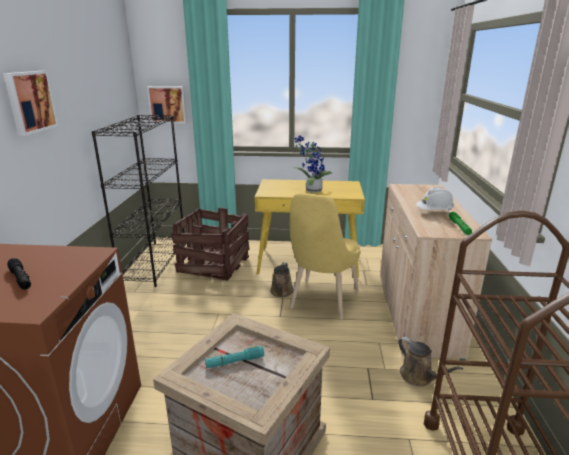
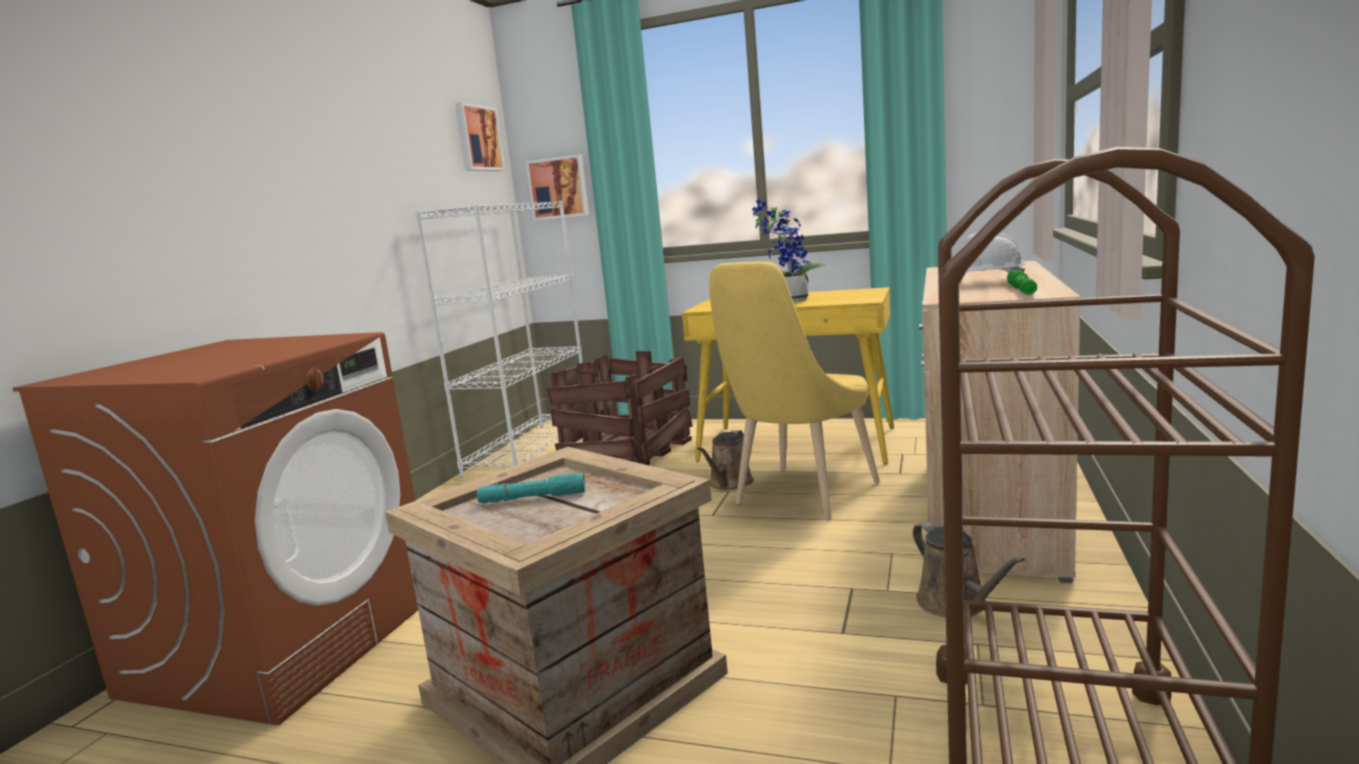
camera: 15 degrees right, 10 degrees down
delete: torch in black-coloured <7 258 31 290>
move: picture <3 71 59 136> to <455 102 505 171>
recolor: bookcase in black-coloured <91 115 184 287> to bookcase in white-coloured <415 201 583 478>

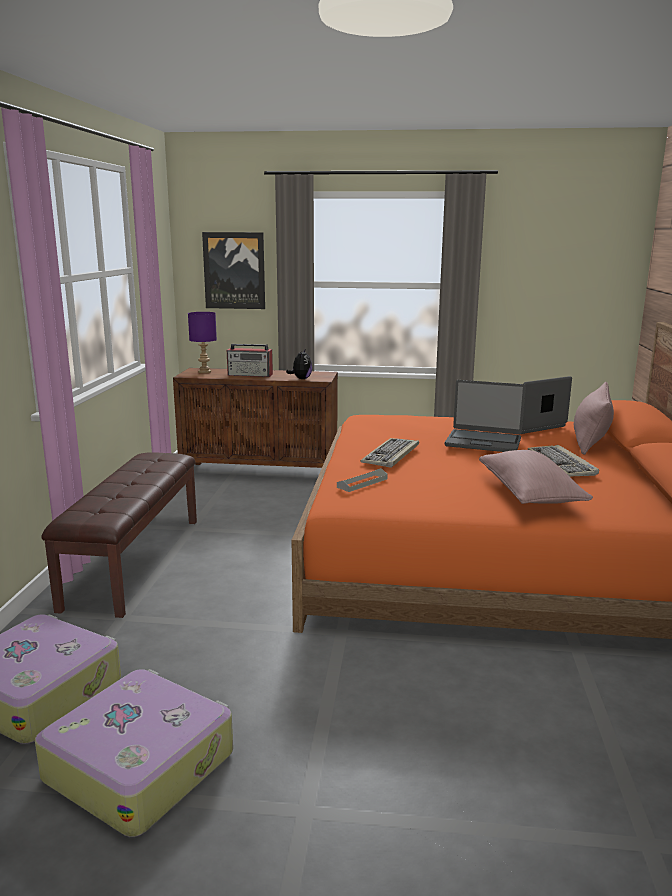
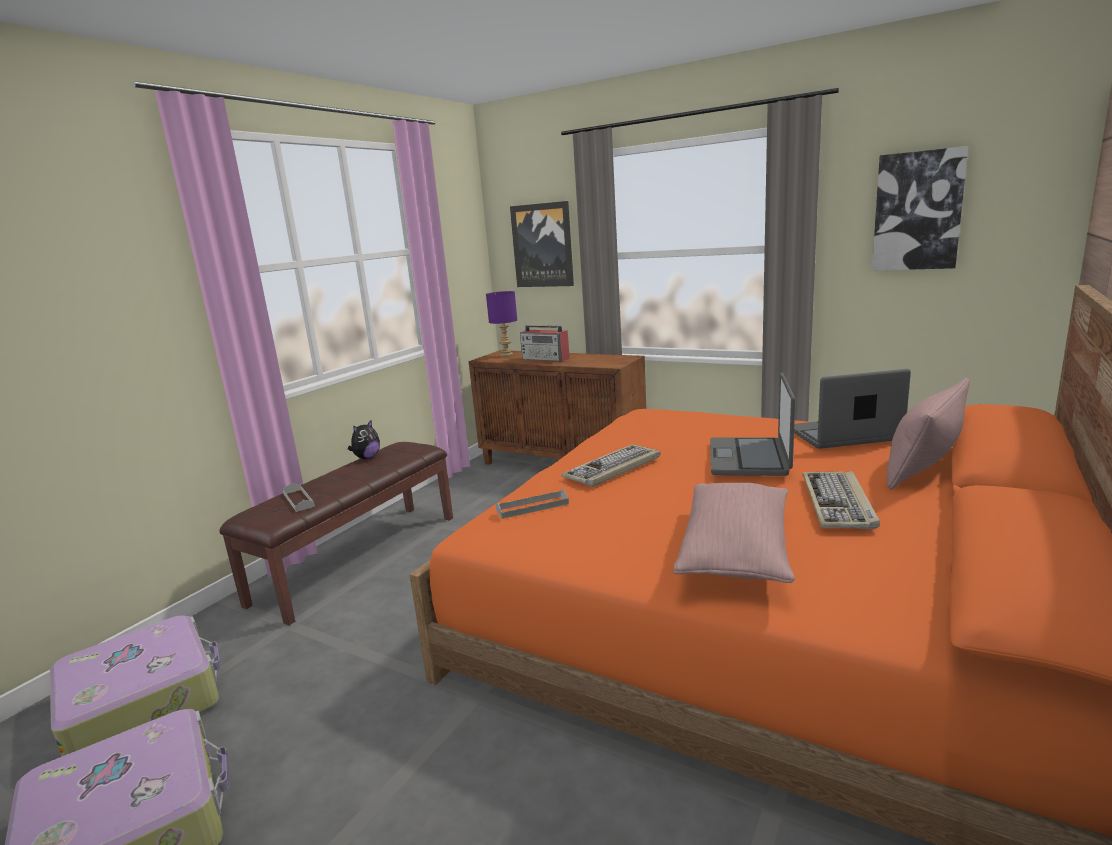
camera: 25 degrees right, 0 degrees up
insert: tray in gray <283 483 315 512>; picture <872 146 968 271>
move: plush toy <286 350 312 379> to <348 419 380 459>
rotate: portable computer <445 380 526 452> = <710 373 795 476> 60 degrees clockwise

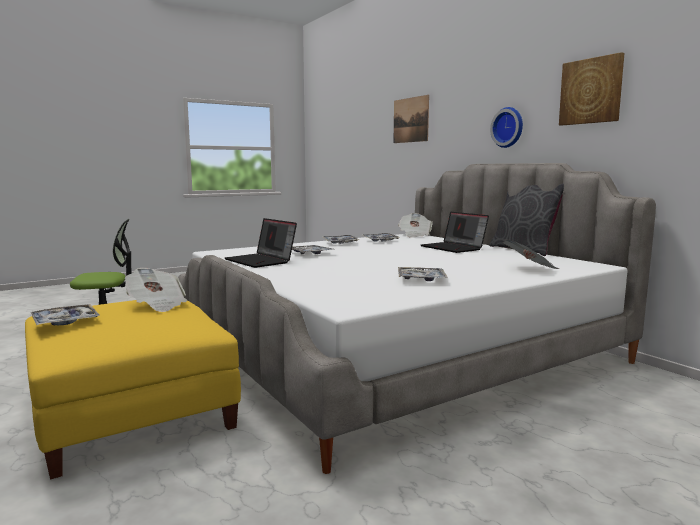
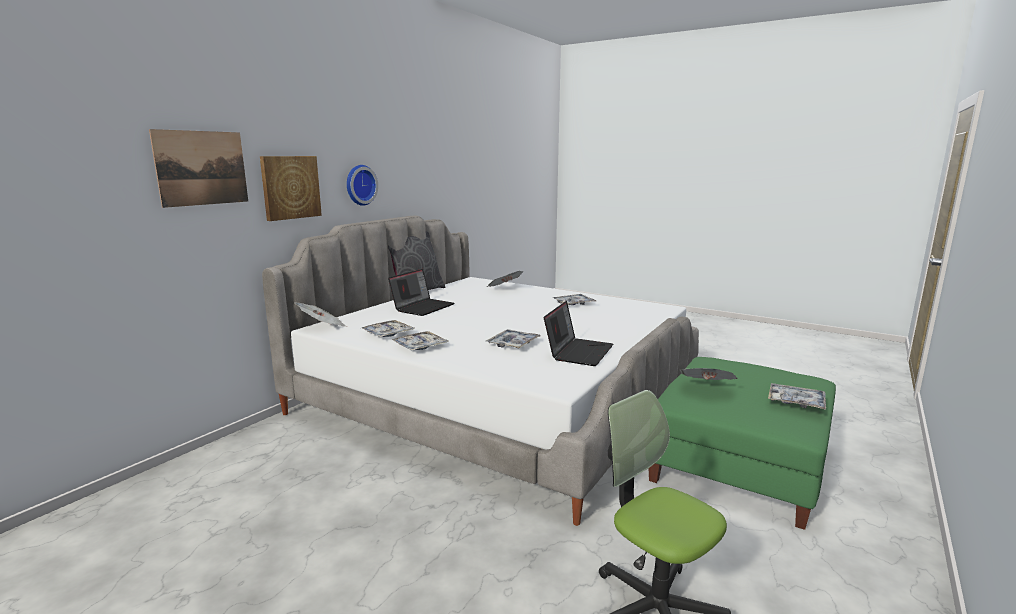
camera: 115 degrees left, 5 degrees up
move: picture <559 52 624 125> to <260 156 322 221>
recolor: pouffe in yellowish <25 300 241 479> to pouffe in green <649 357 836 530>

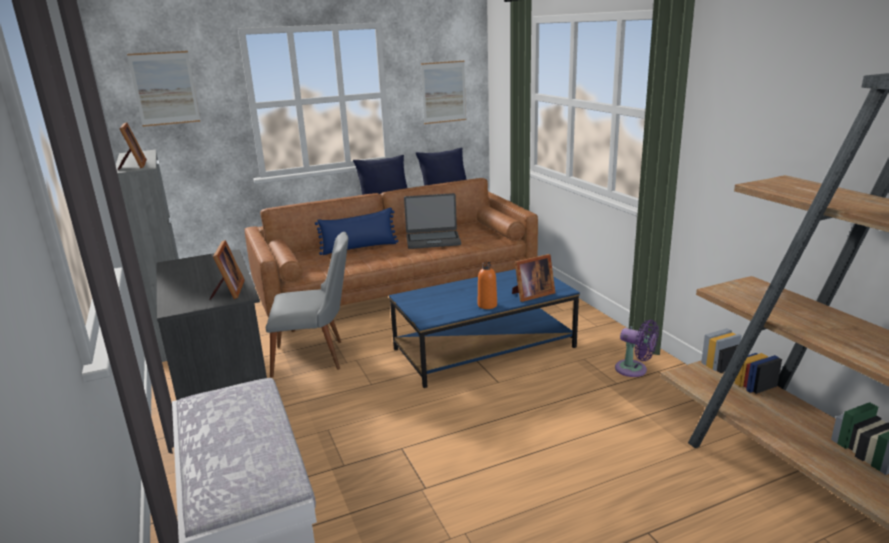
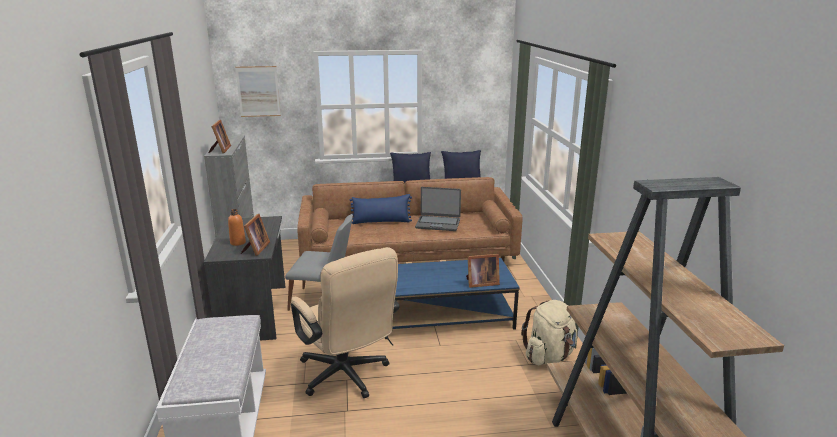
camera: 15 degrees right, 0 degrees up
delete: picture <421 60 466 124>
insert: computer chair in beige-coloured <291 247 400 398>
move: beverage bottle in orange <478 261 497 309> to <228 209 246 246>
replace: fan in purple <615 320 659 377> to rucksack in beige-coloured <521 300 577 365>

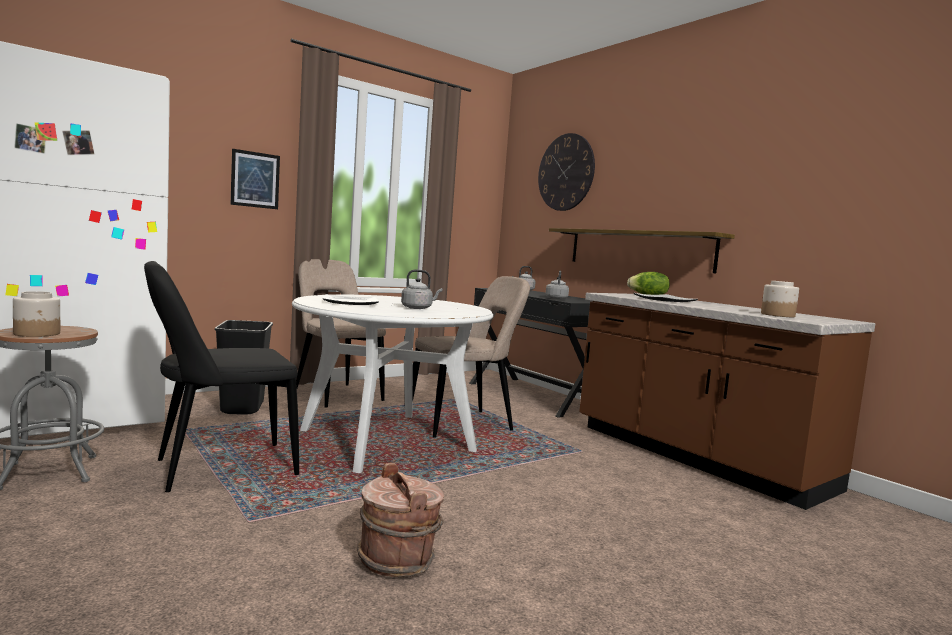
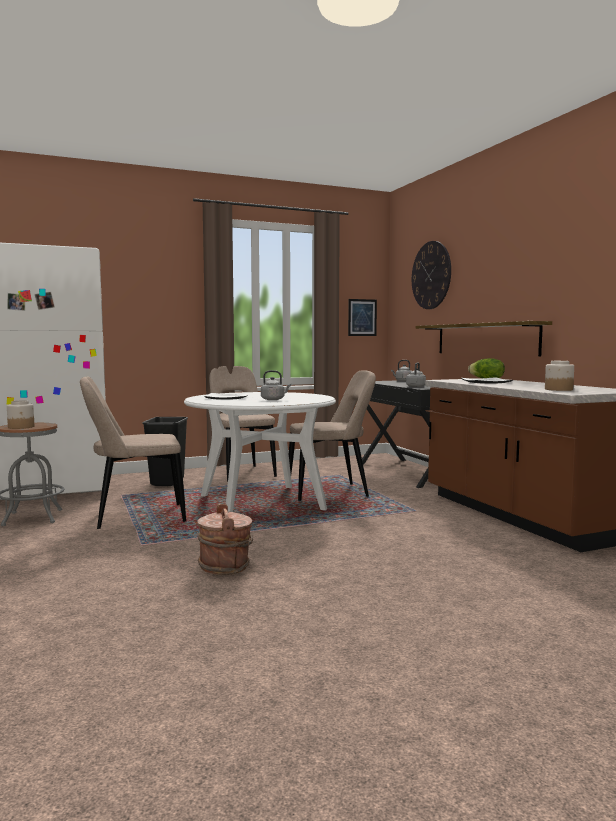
camera: 15 degrees right, 0 degrees up
move: picture <231 149 280 209> to <348 299 377 336>
recolor: upright chair in black-coloured <144 261 299 492> to upright chair in beige-coloured <80 377 186 529>

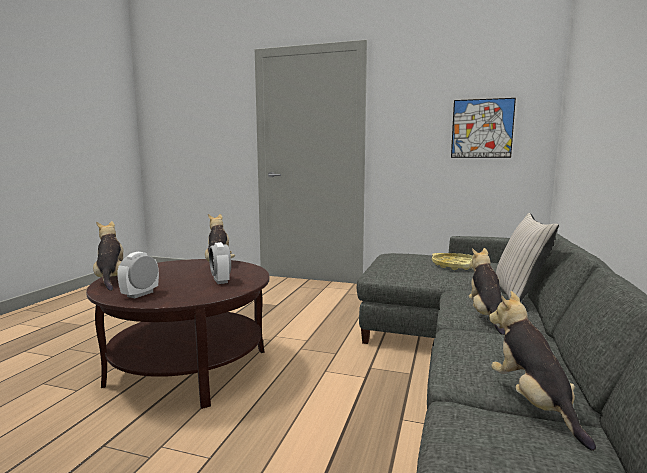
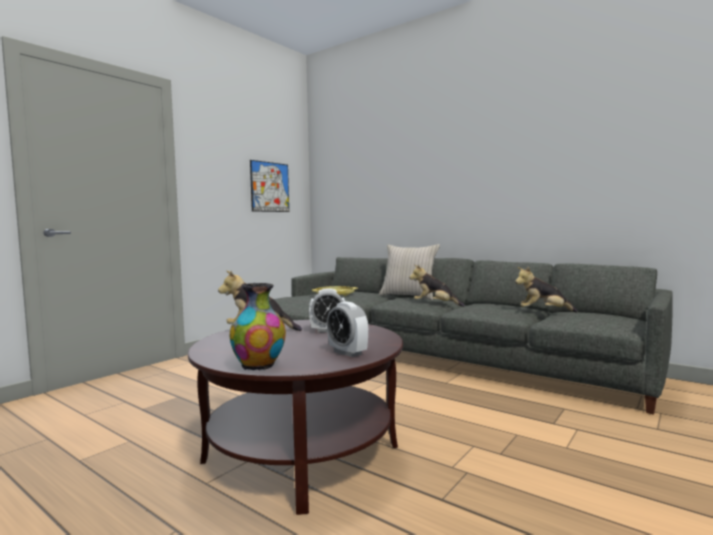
camera: 70 degrees left, 5 degrees down
replace: plush toy <93 221 124 291> to vase <230 283 286 370>

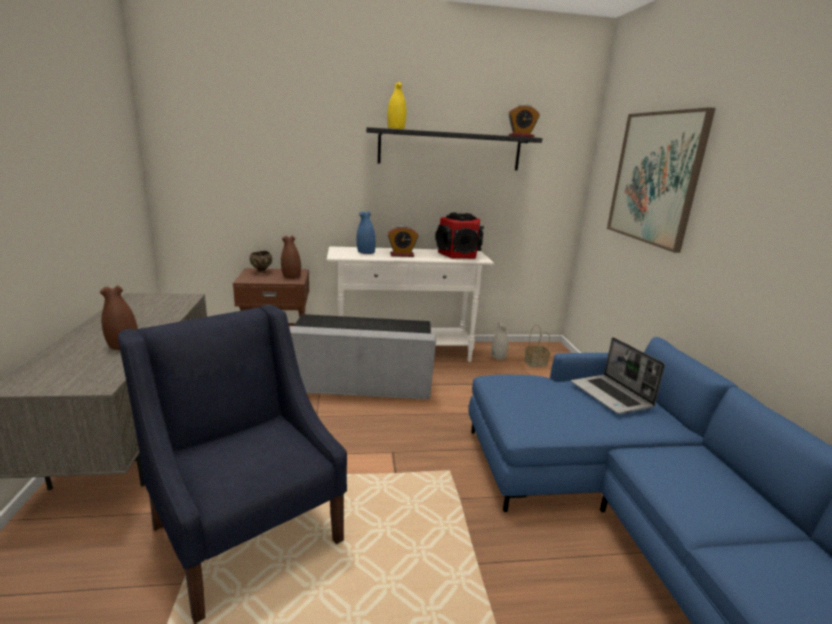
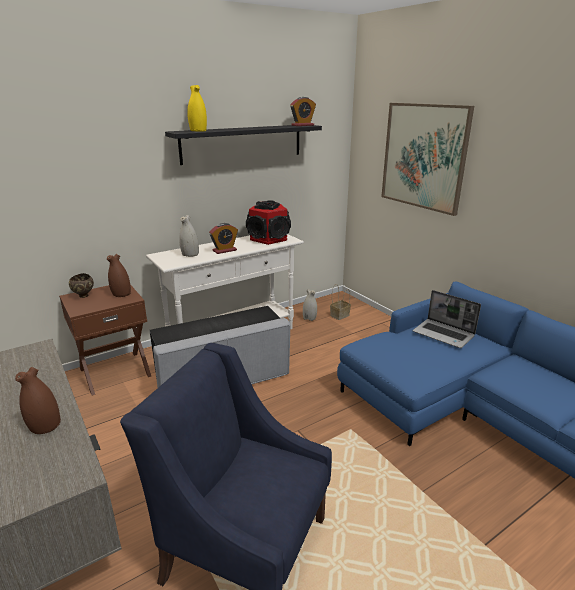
camera: 25 degrees left, 5 degrees up
recolor: vase in bluish <356 211 376 254> to vase in white-coloured <179 215 199 257>

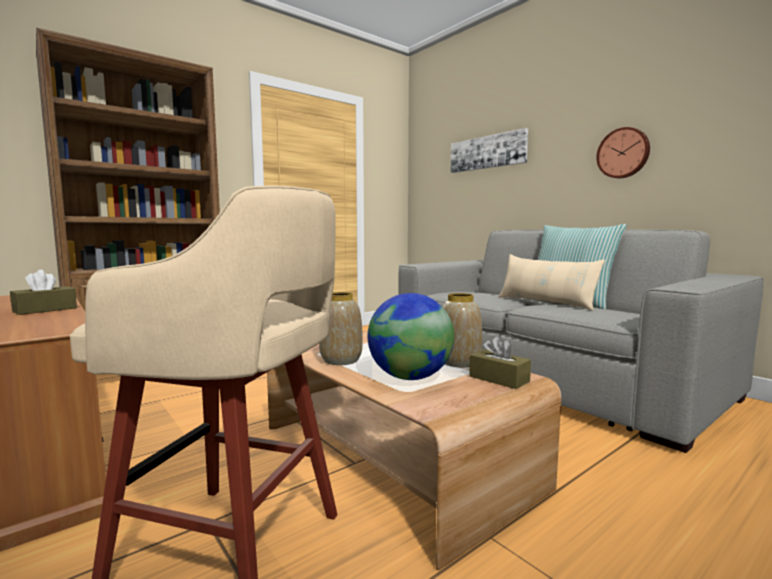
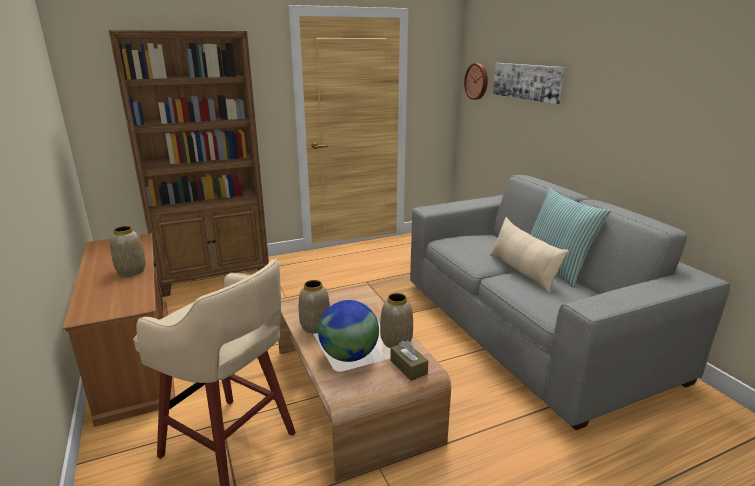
camera: 15 degrees right, 15 degrees up
move: clock on the wall <596 127 650 178> to <464 63 488 100>
replace: box of tissues in brownish <10 270 77 315> to vase <110 226 146 276>

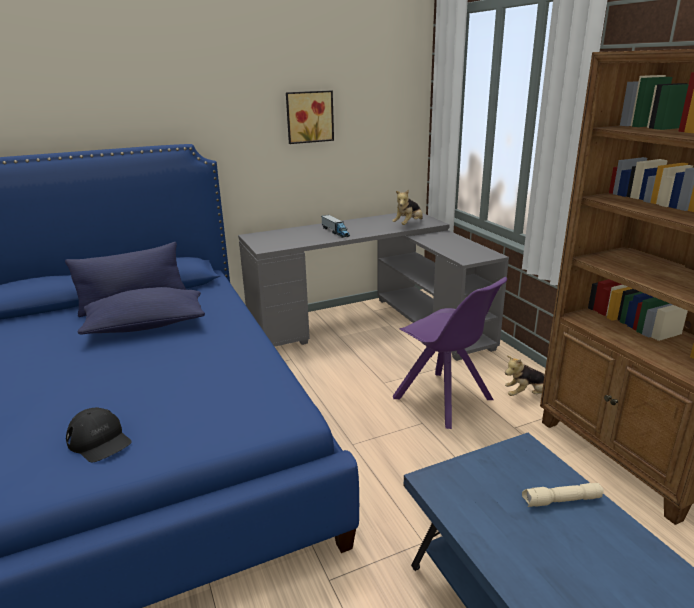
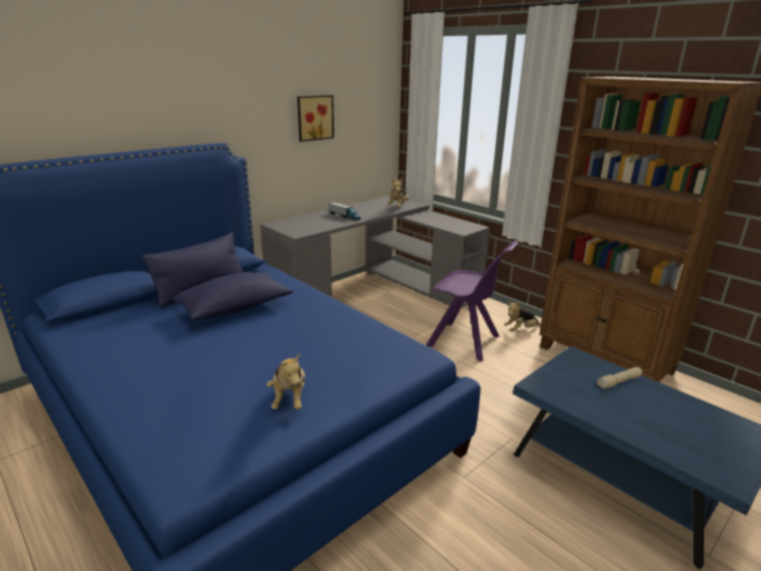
camera: 20 degrees left, 0 degrees up
replace: peaked cap in black-coloured <66 407 132 462> to plush toy <267 353 305 410>

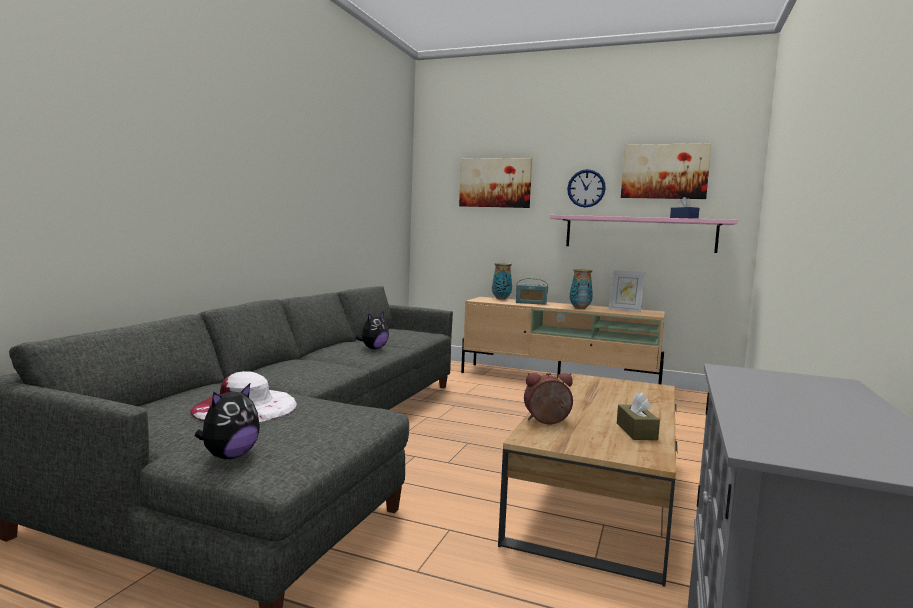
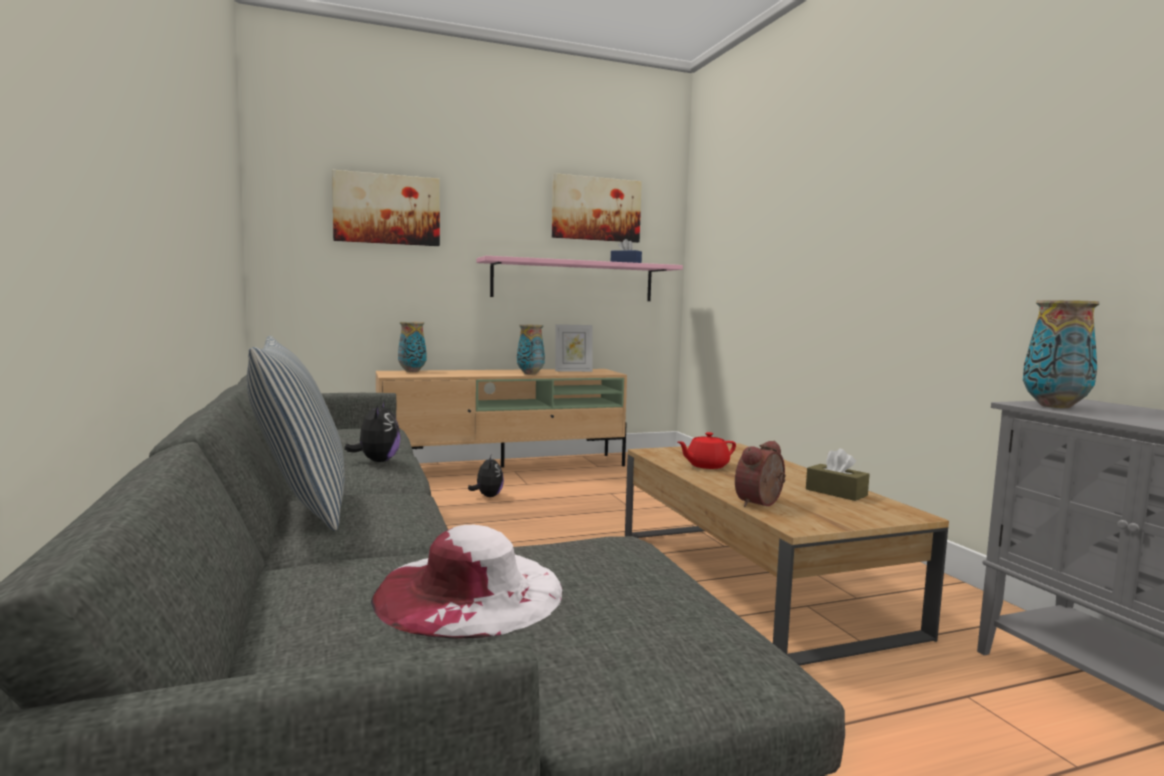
camera: 40 degrees left, 0 degrees up
delete: radio receiver <516 278 548 305>; clock on the wall <567 169 606 208>
insert: pillow <247 336 345 531>; pot for tea in red-coloured <678 432 736 469>; vase <1023 300 1100 408>
move: plush toy <195 383 260 459> to <468 455 504 497>

